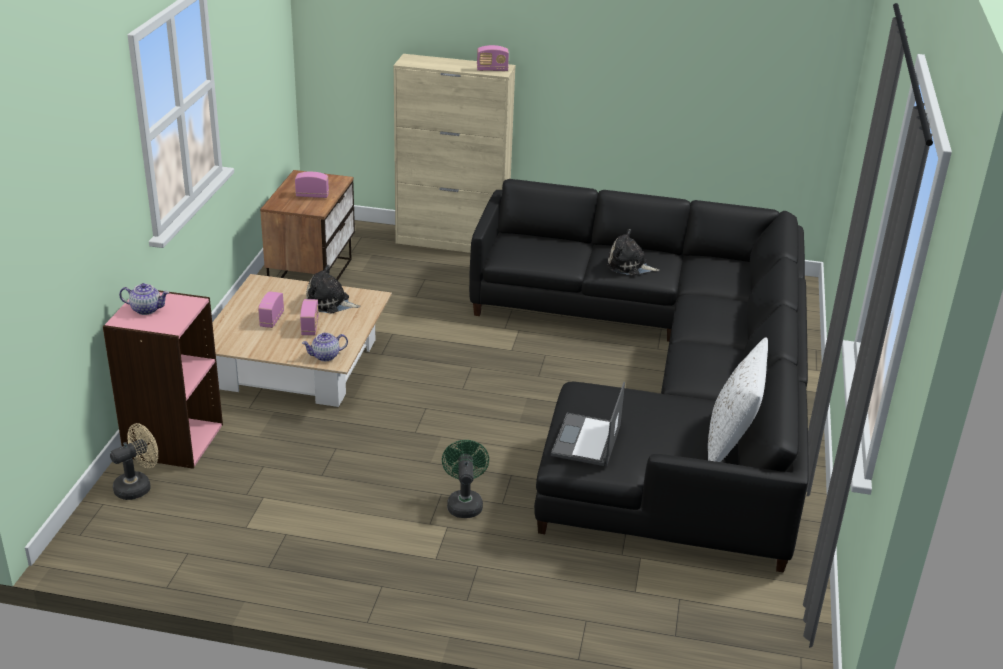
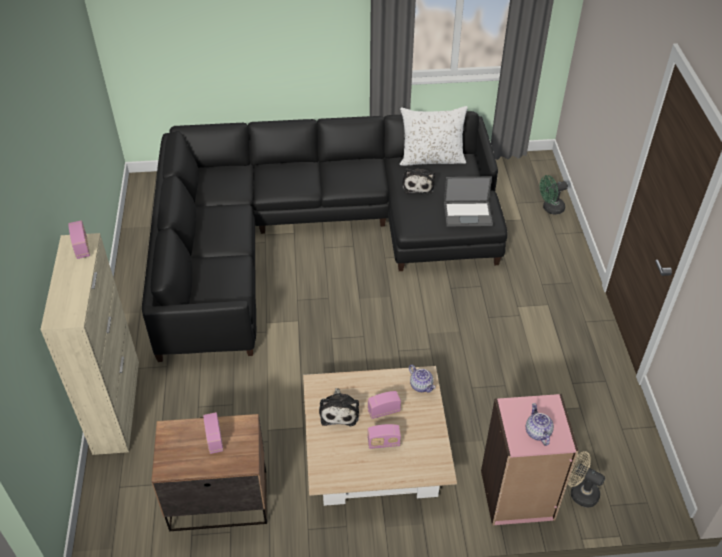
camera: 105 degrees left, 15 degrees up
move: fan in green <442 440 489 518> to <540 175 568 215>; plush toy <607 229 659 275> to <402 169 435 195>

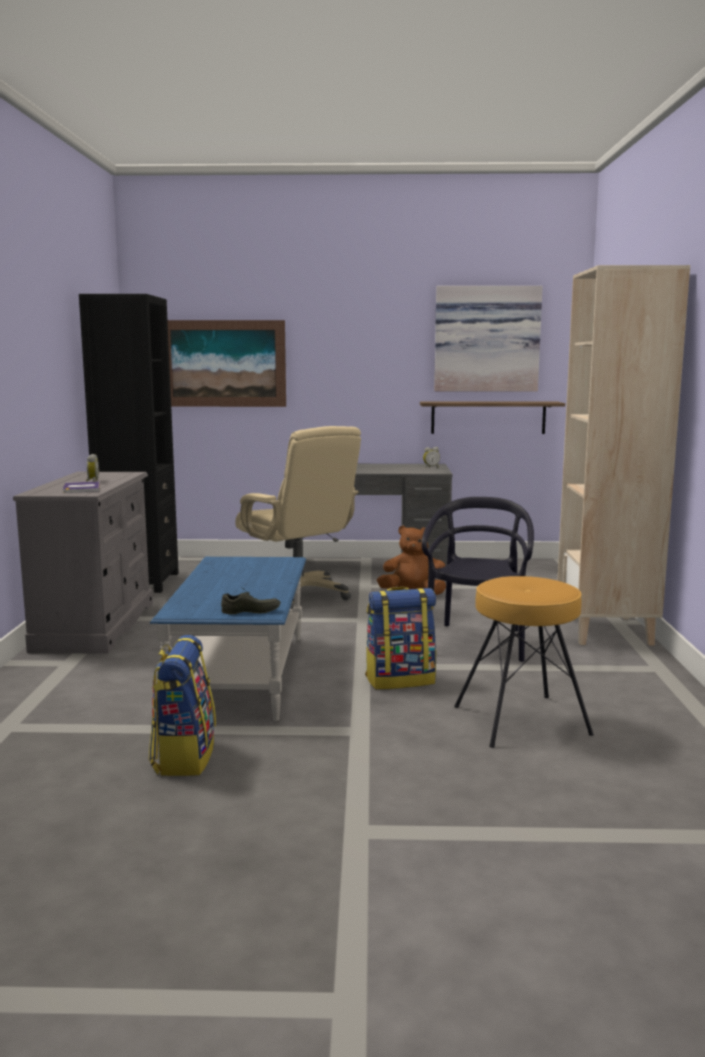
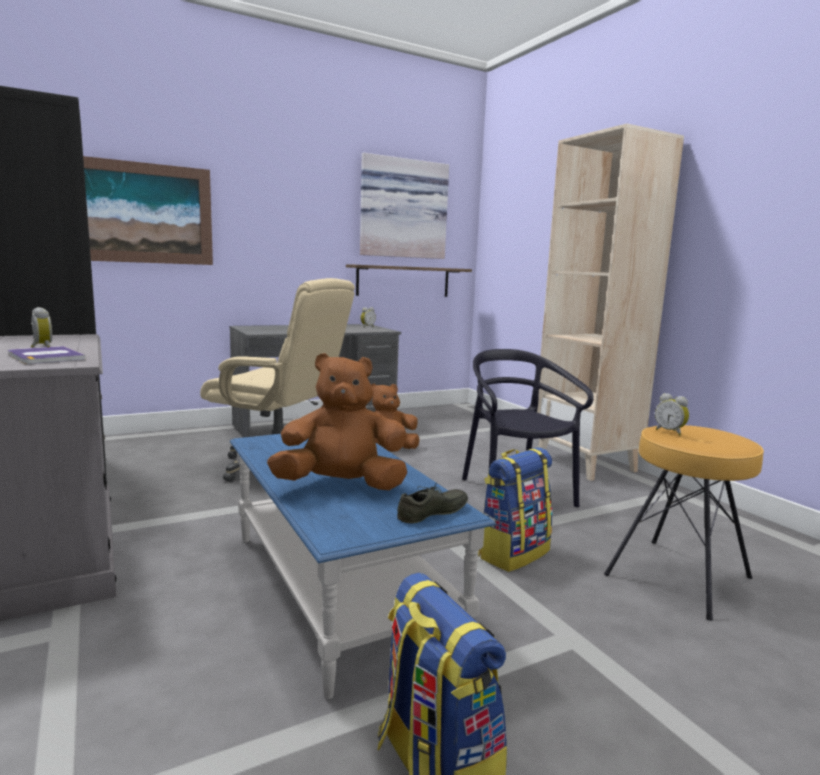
camera: 30 degrees left, 0 degrees up
insert: plush toy in brownish <267 353 407 490>; bedside clock <655 393 689 436>

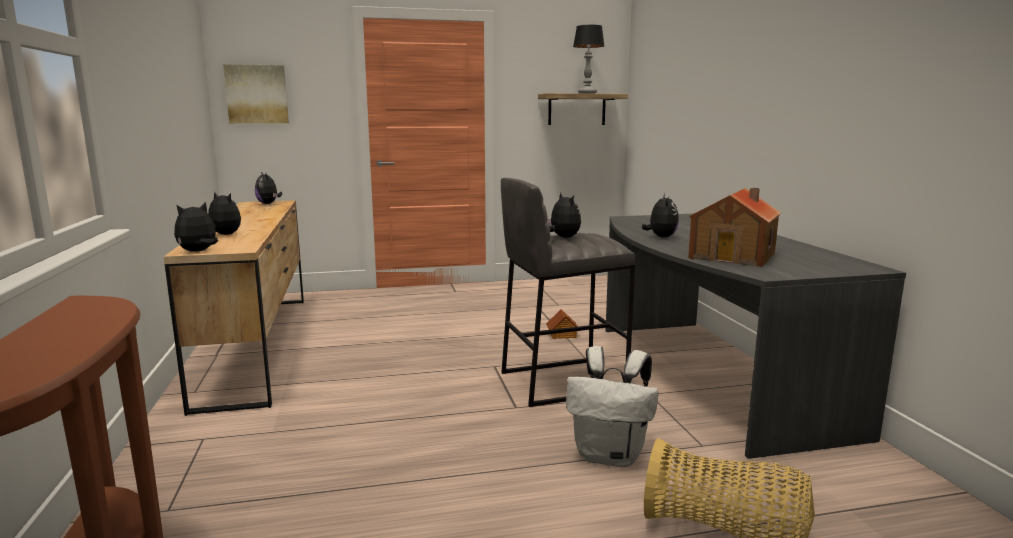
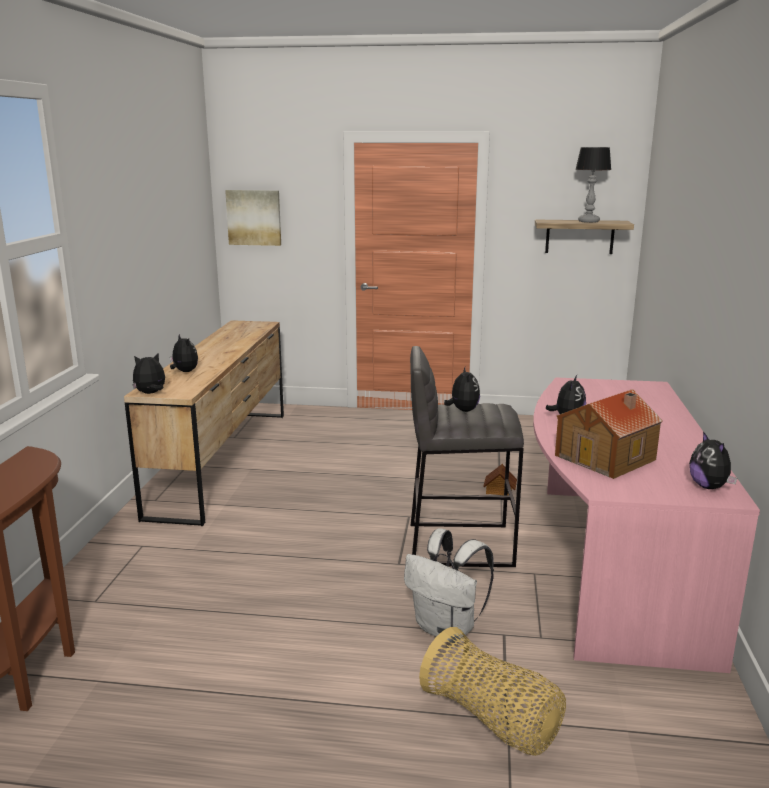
camera: 20 degrees right, 5 degrees up
move: plush toy <255 172 282 204> to <689 431 737 489>
recolor: desk unit in gray <605 214 906 459> to desk unit in pink <533 378 760 673>

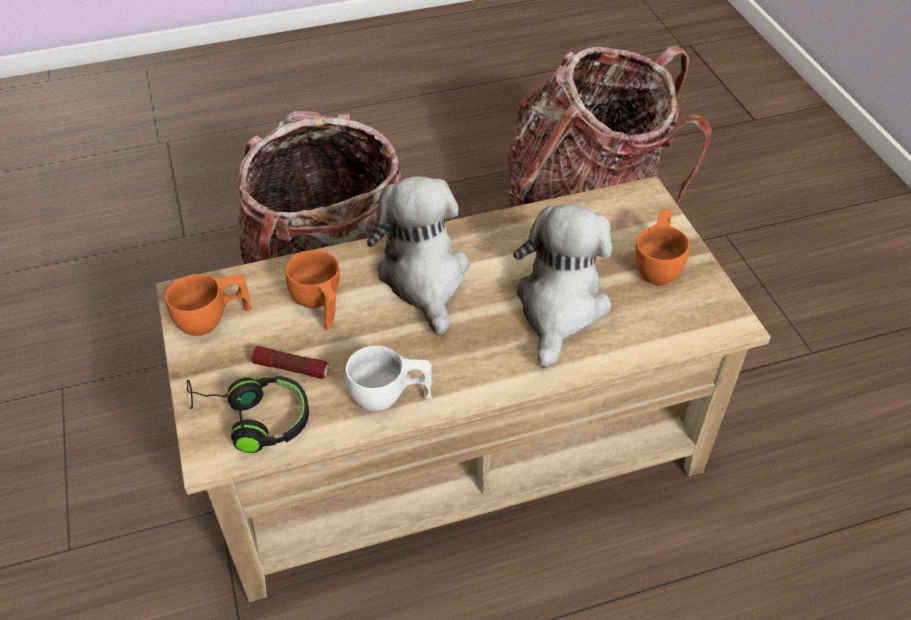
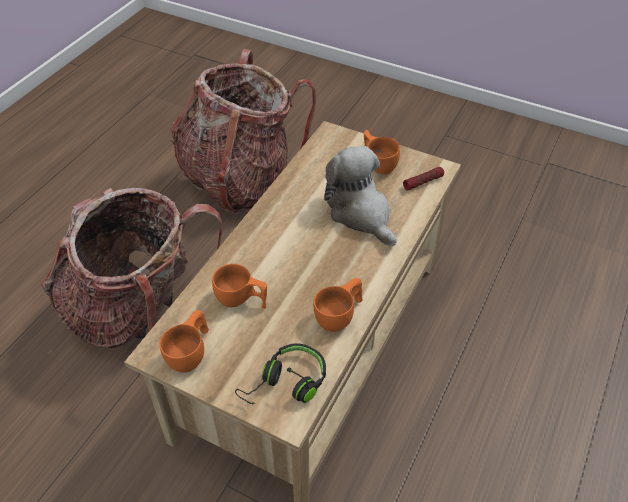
camera: 45 degrees left, 0 degrees up
delete: plush toy <367 176 469 336>
move: torch <252 346 329 379> to <403 167 444 191>
recolor: drinking cup in white-coloured <345 346 432 412> to drinking cup in orange <313 278 363 332>

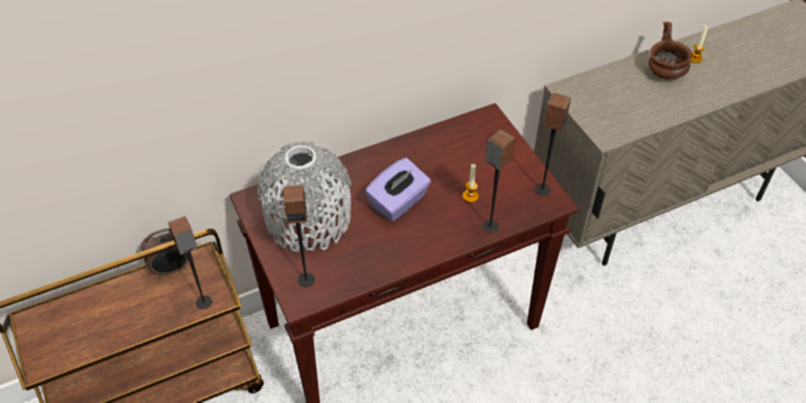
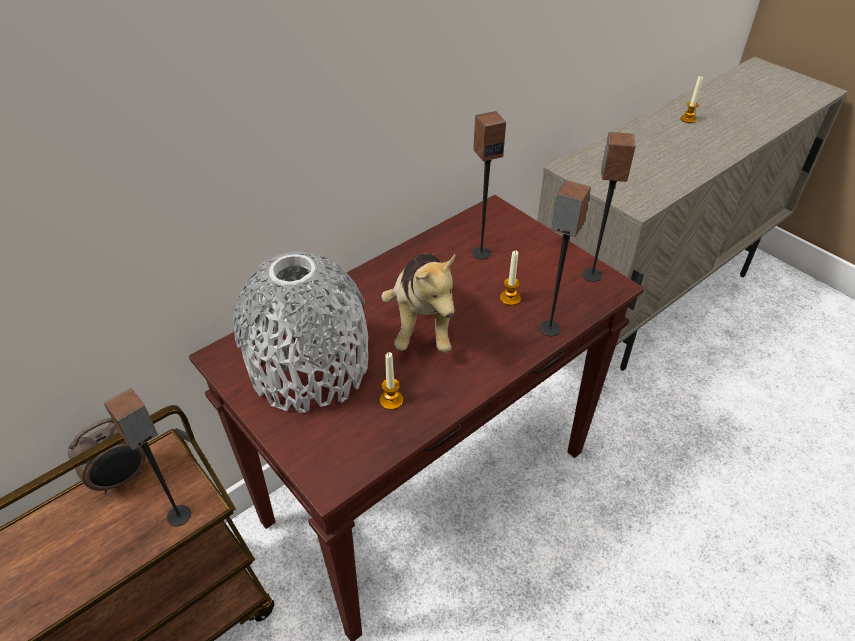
camera: 15 degrees left, 5 degrees down
delete: serving bowl in brownish <648 22 692 79>
insert: candle <380 352 403 410>
move: speaker <283 185 315 287> to <472 111 506 259>
replace: box of tissues in purple <365 158 431 222> to plush toy <381 253 456 353>

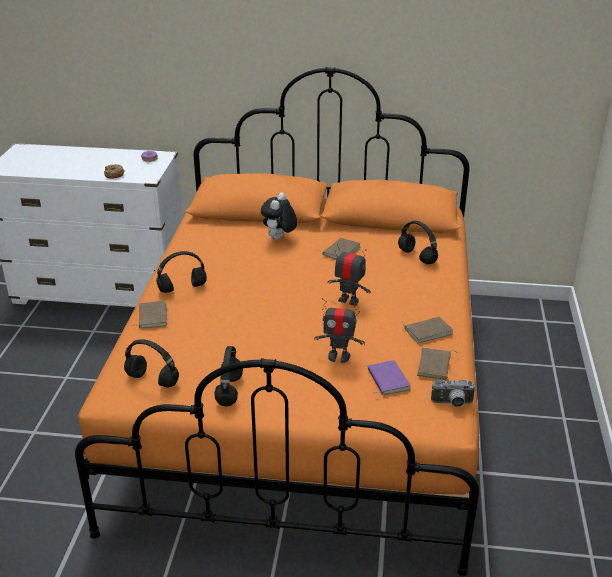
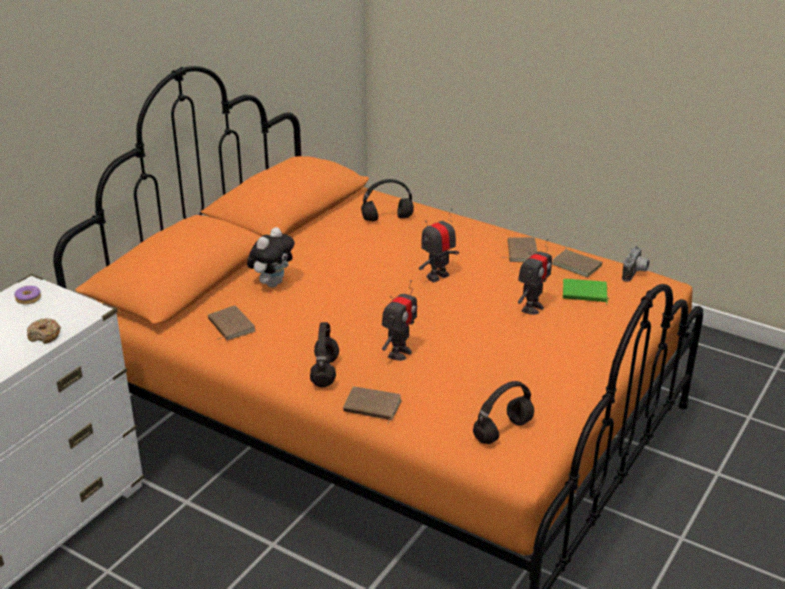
camera: 65 degrees left, 0 degrees up
delete: headphones in black-coloured <214 346 243 406>
insert: toy robot <382 280 417 361>
move: book in brownish <319 238 360 260> to <208 305 256 341>
recolor: book in purple <368 360 411 395> to book in green <563 279 609 304>
rotate: plush toy <261 192 297 240> = <247 227 295 288> 105 degrees counterclockwise

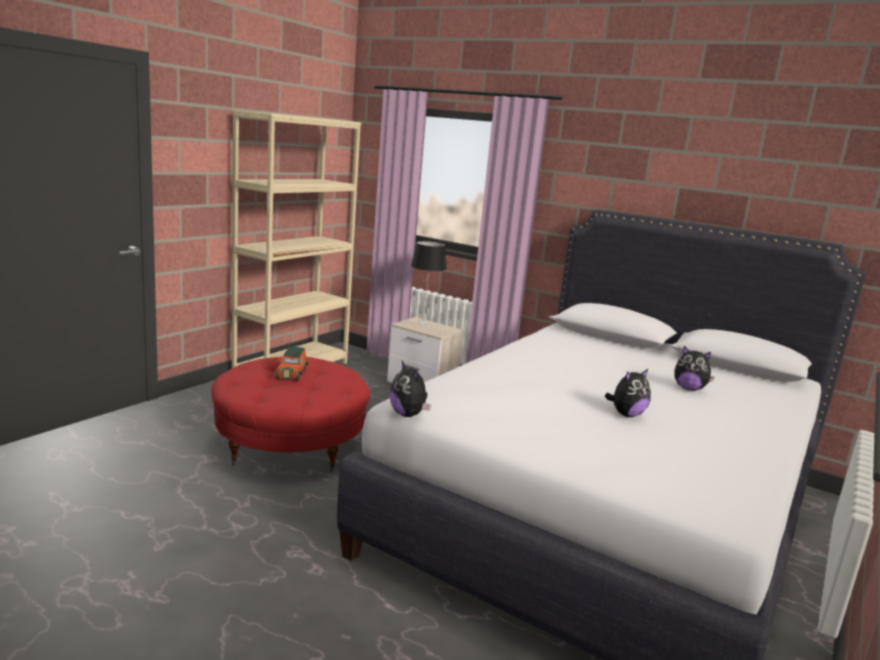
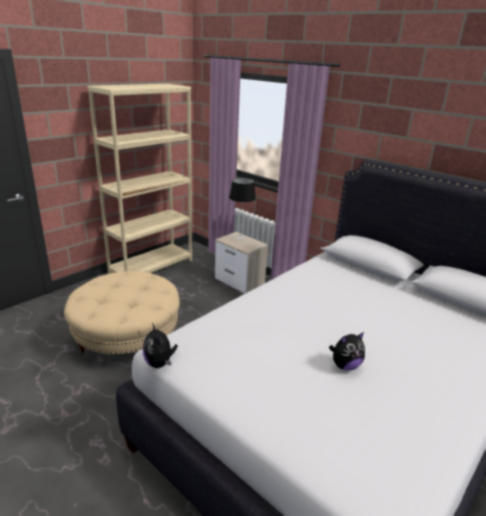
camera: 10 degrees right, 10 degrees up
delete: model car <274 347 308 381>; plush toy <675 346 714 391>
recolor: pouffe in red-coloured <211 357 370 472> to pouffe in beige-coloured <64 271 180 355>

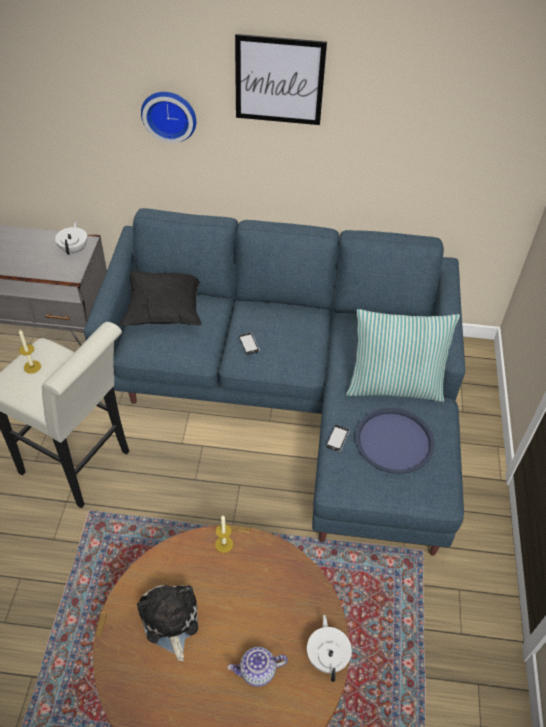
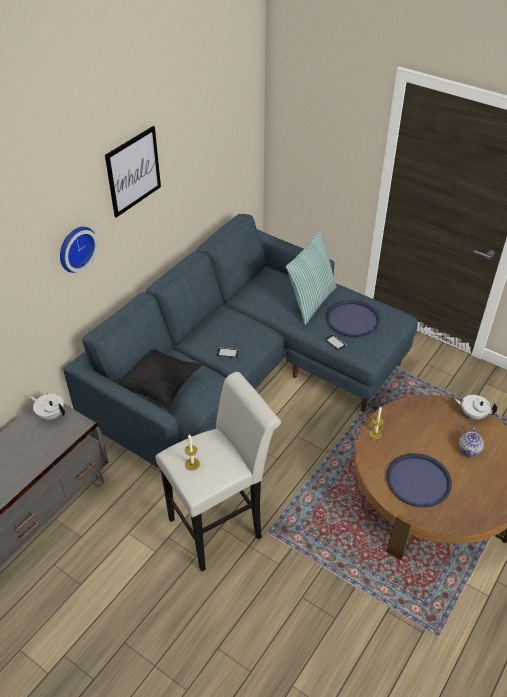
camera: 60 degrees left, 5 degrees down
replace: plush toy <137 585 198 661> to tray in bluish <386 453 452 507>

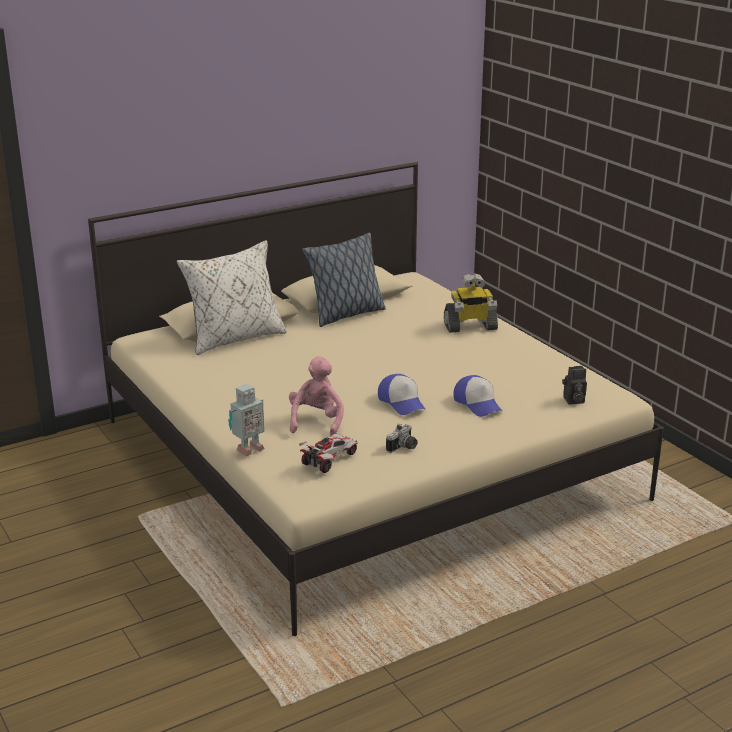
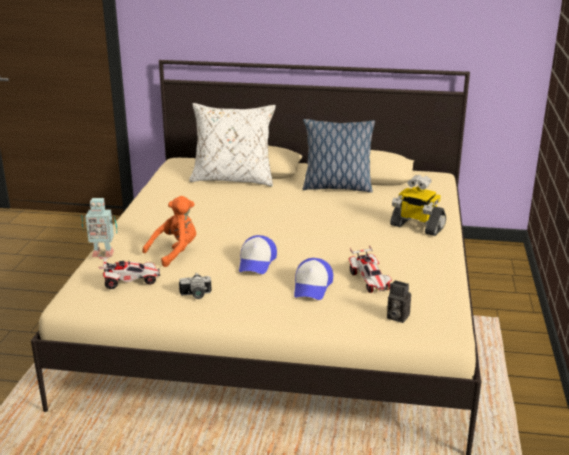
camera: 40 degrees right, 0 degrees up
insert: model car <349 245 392 293>
recolor: plush toy in pink <289 356 344 436> to plush toy in orange <142 196 196 267>

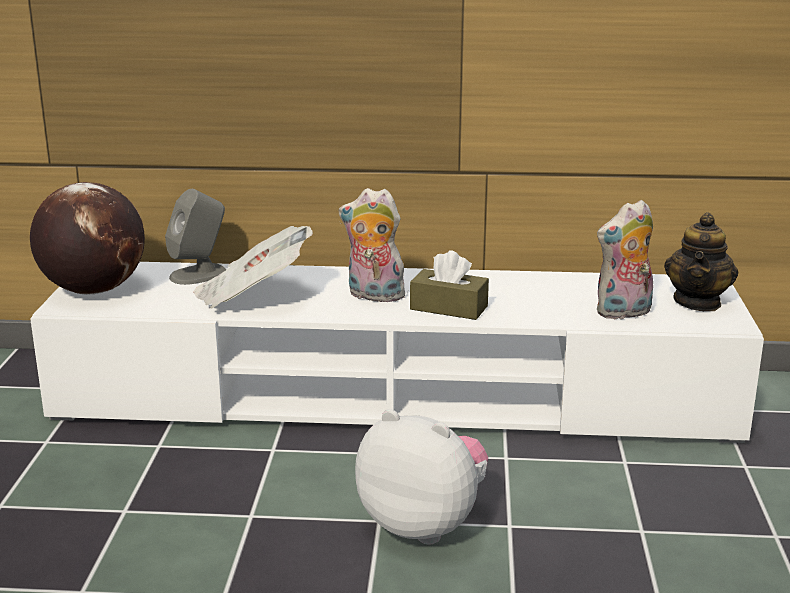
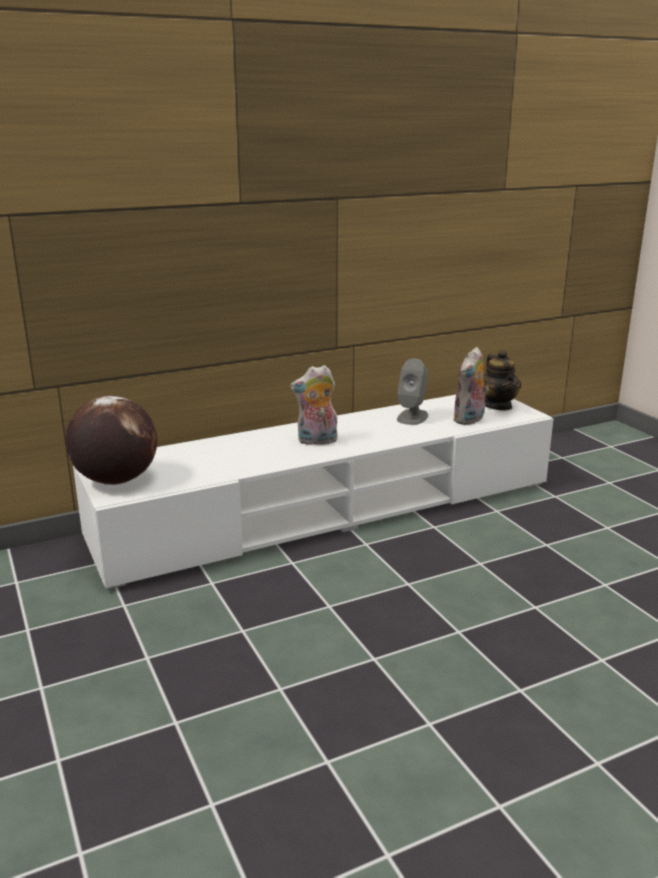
camera: 30 degrees left, 0 degrees up
delete: printed paper <193 226 313 309>; plush toy <355 409 488 545>; box of tissues in brownish <410 250 489 320>
move: speaker in gray <165 189 226 285> to <397 358 428 425>

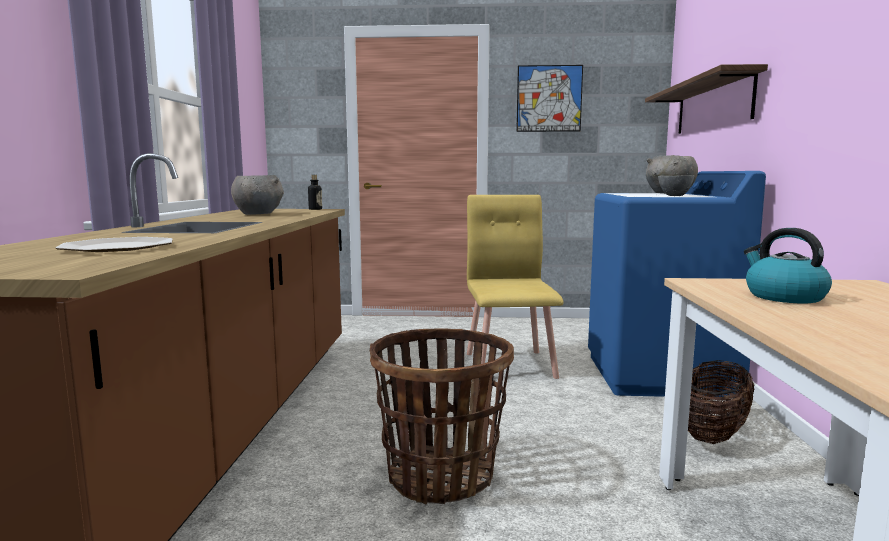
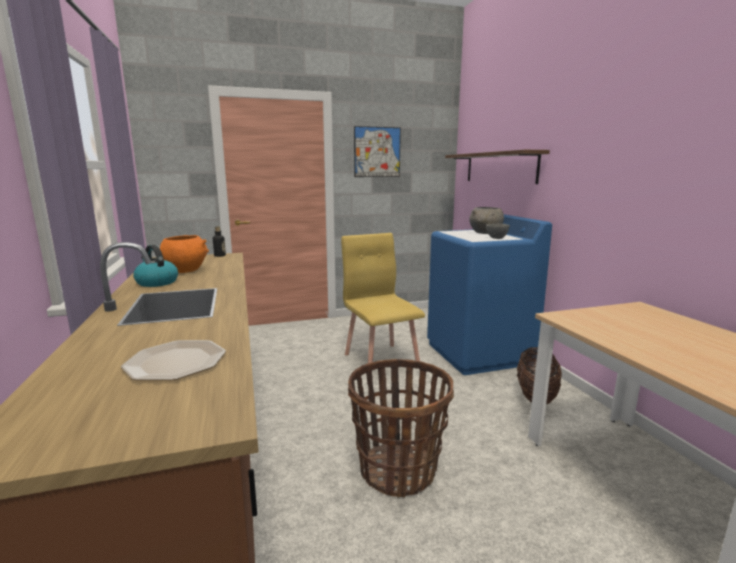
camera: 20 degrees left, 5 degrees up
move: water kettle <744 228 832 304> to <133 245 178 287>
recolor: serving bowl in gray <231 175 284 215> to serving bowl in orange <160 235 209 273>

